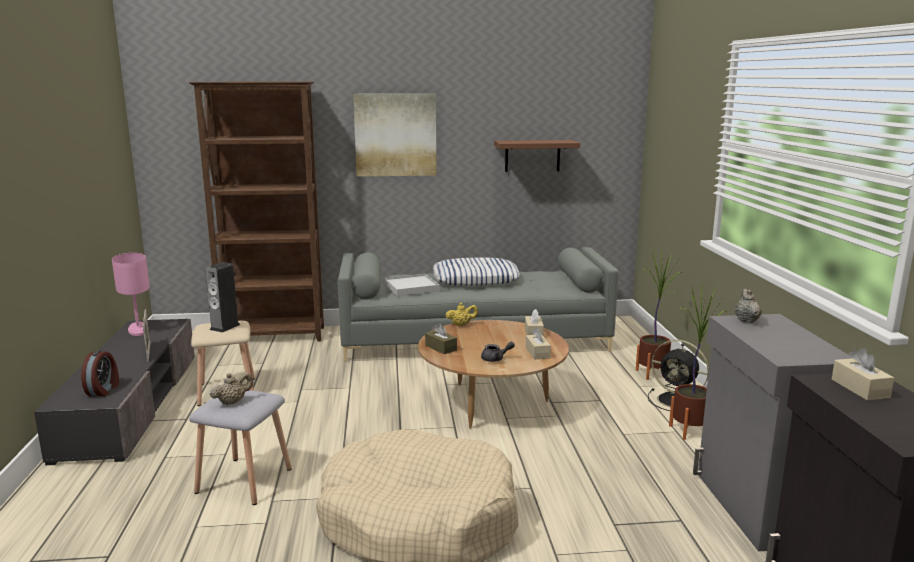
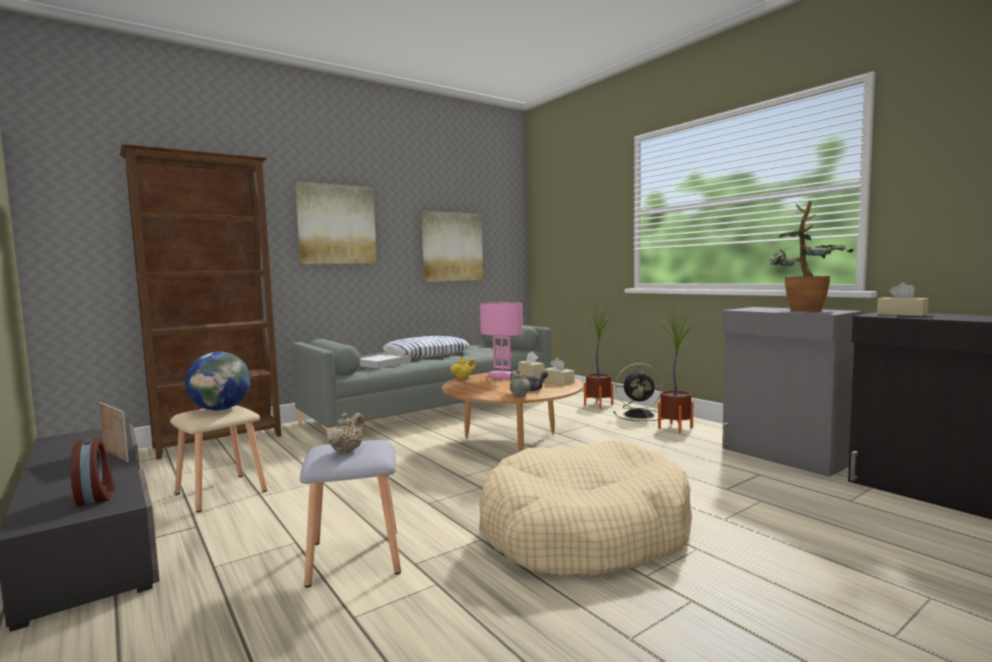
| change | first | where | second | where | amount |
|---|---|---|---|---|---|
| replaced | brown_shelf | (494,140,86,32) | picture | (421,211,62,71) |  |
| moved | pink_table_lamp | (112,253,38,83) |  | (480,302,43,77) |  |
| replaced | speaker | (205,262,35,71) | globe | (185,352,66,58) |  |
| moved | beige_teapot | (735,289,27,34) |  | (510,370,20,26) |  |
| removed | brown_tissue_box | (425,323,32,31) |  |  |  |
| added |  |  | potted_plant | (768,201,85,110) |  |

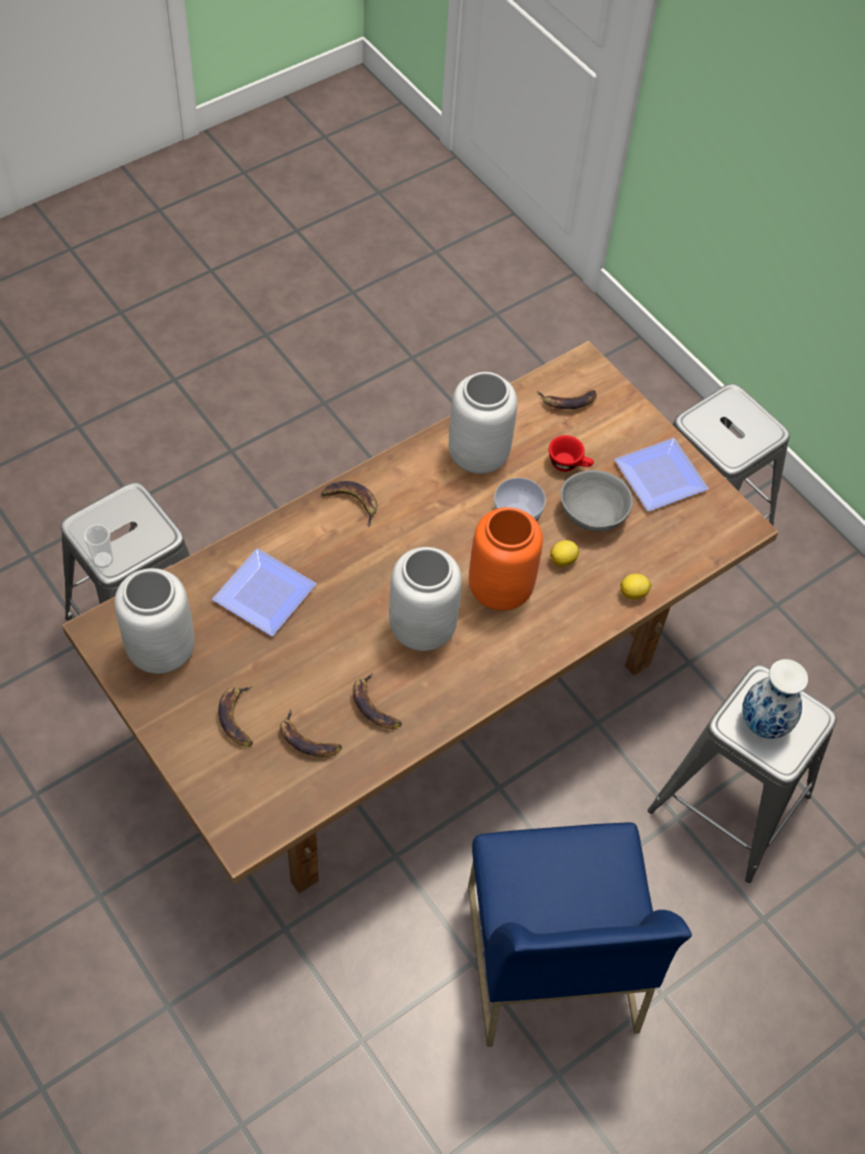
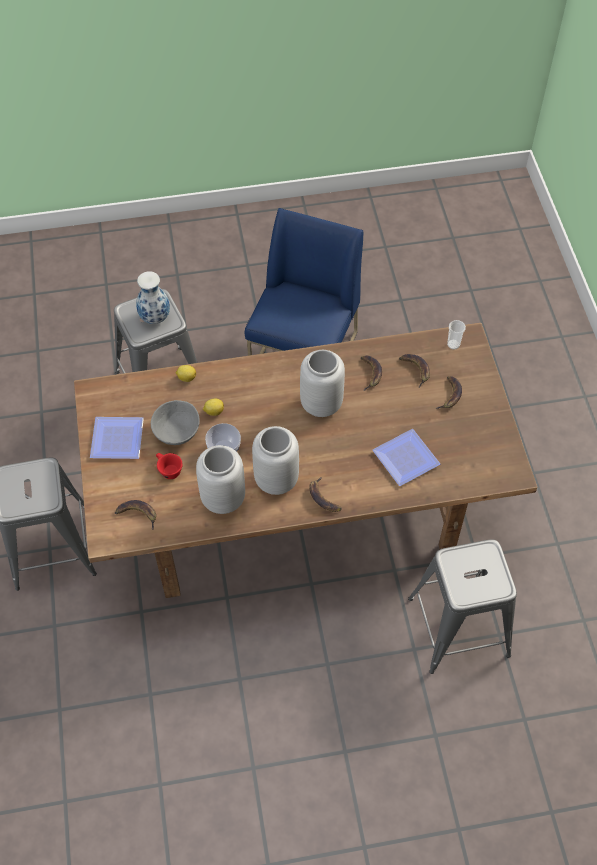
| change | first | where | second | where | amount |
|---|---|---|---|---|---|
| removed | orange_vase | (469,507,74,104) |  |  |  |
| moved | cup | (83,524,30,44) |  | (447,320,19,30) |  |
| moved | grey_vase | (114,568,80,106) |  | (252,426,47,69) |  |

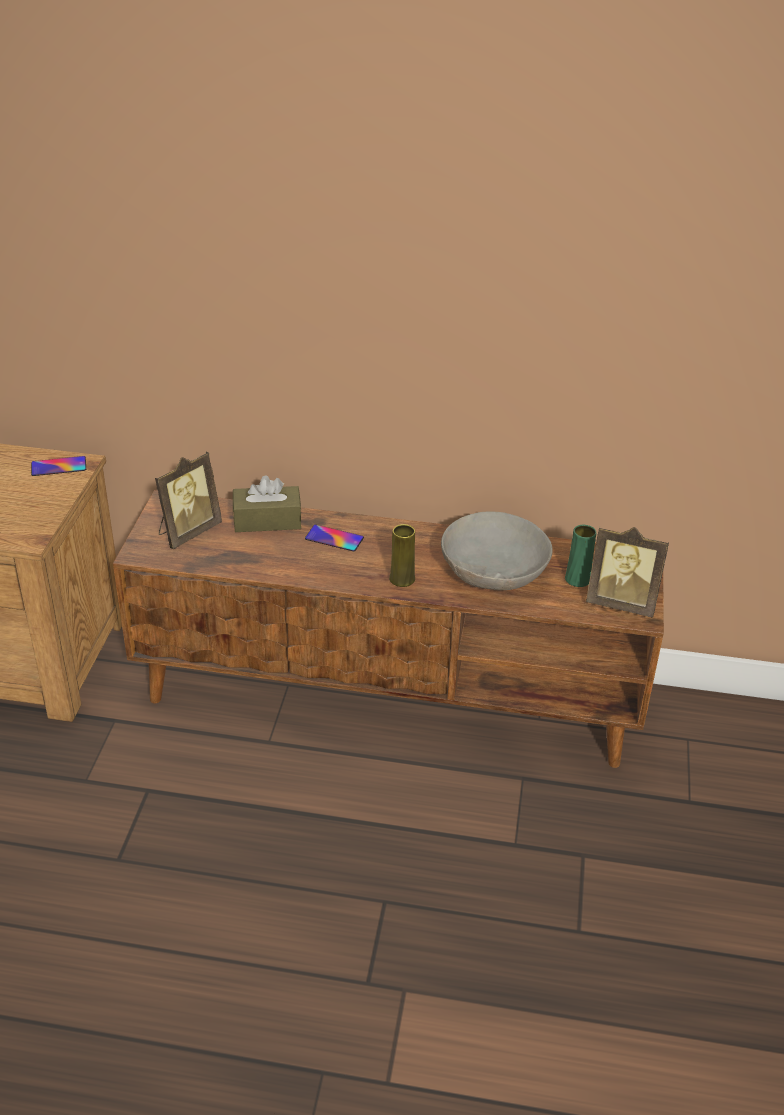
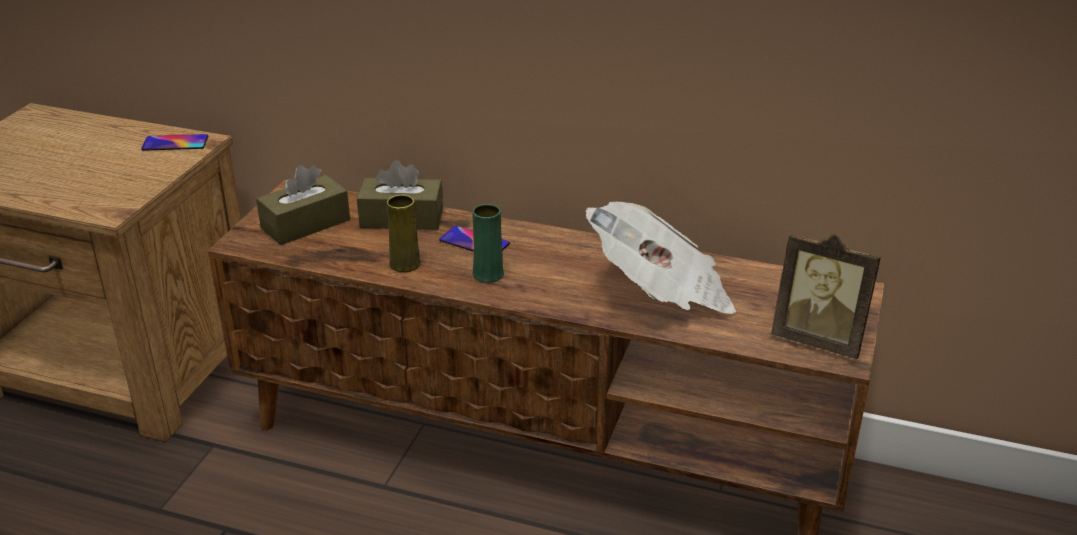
| change | first | where | second | where | amount |
|---|---|---|---|---|---|
| replaced | picture_frame | (155,452,67,97) | brown_tissue_box | (256,165,94,80) |  |
| replaced | grey_bowl | (441,511,112,79) | newspaper | (586,202,150,112) |  |
| moved | yellow_vase | (389,524,26,63) |  | (387,195,34,77) |  |
| moved | green_vase | (565,525,31,62) |  | (472,204,32,79) |  |

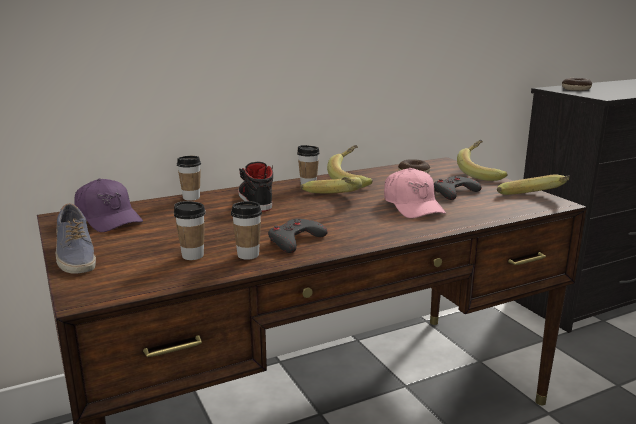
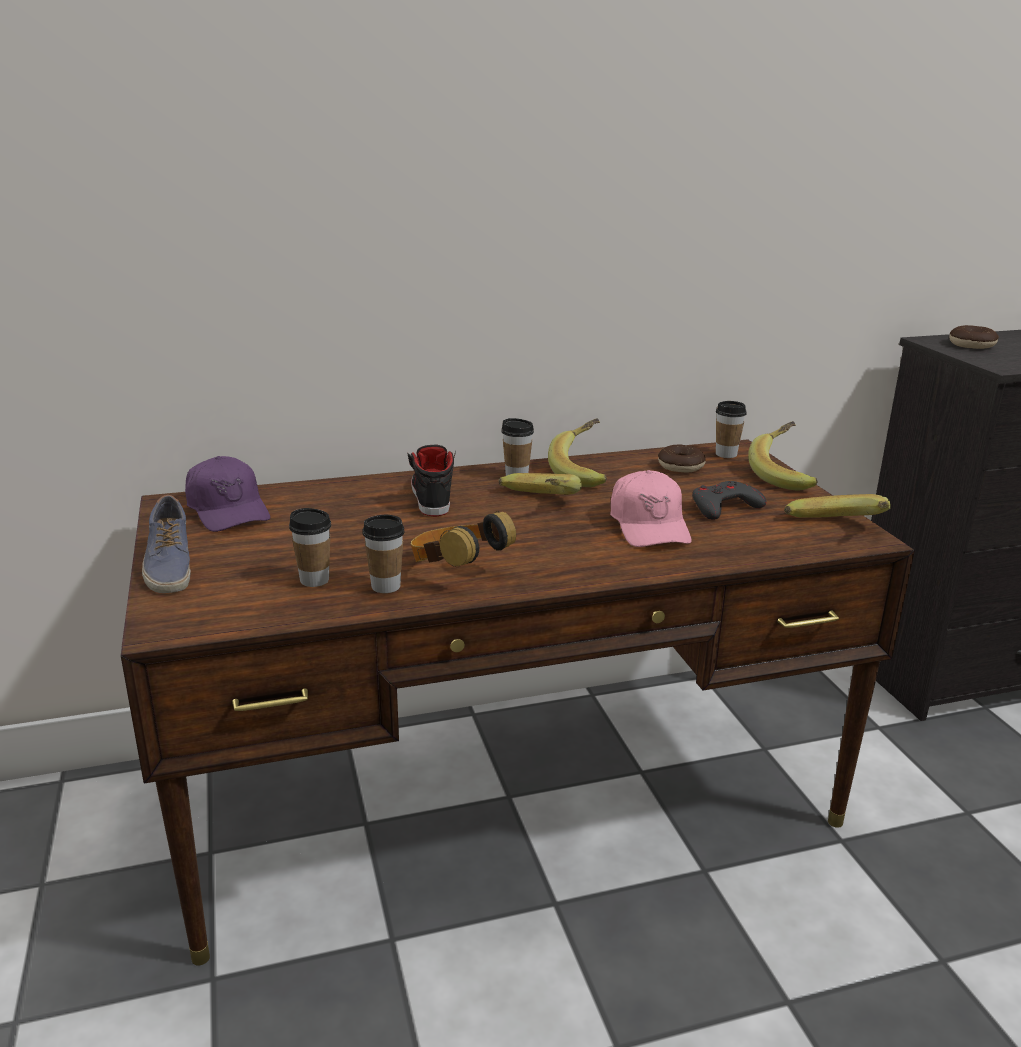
| change | first | where | second | where | amount |
|---|---|---|---|---|---|
| moved | cup | (177,156,24,45) |  | (716,401,31,57) |  |
| replaced | grey_game_controller | (268,219,60,34) | headphones | (411,511,105,56) |  |

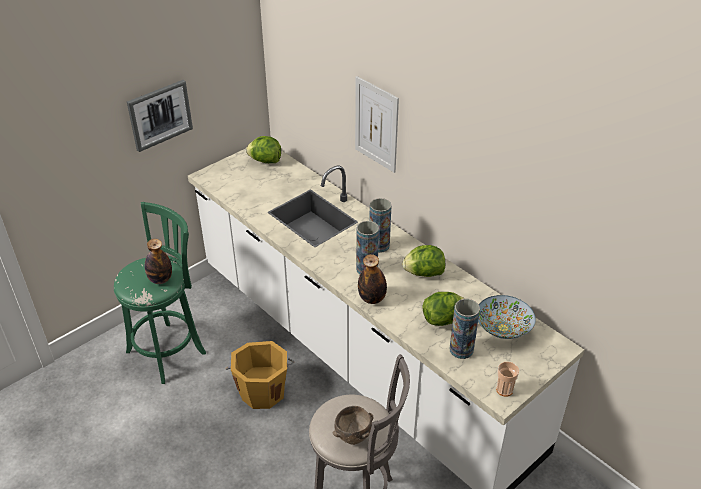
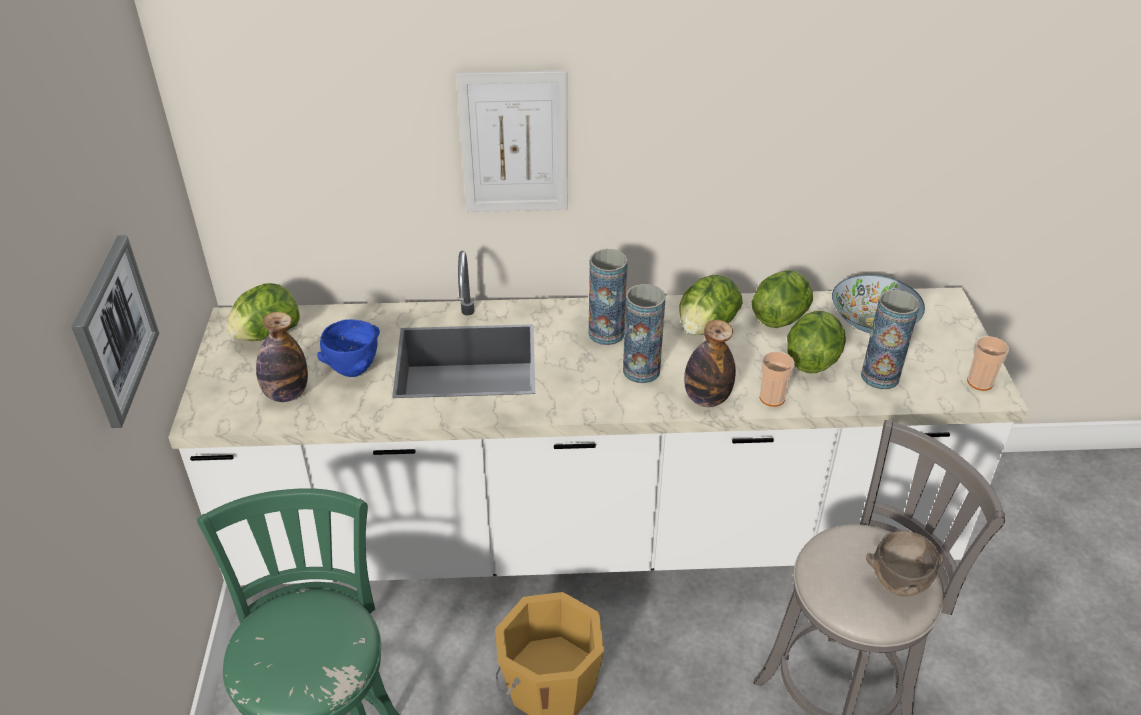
| change | first | where | second | where | amount |
|---|---|---|---|---|---|
| moved | bottle | (145,239,27,45) |  | (256,312,52,90) |  |
| added |  |  | lettuce | (752,270,61,58) |  |
| added |  |  | blue_bowl | (317,319,63,58) |  |
| added |  |  | cup | (760,351,35,56) |  |

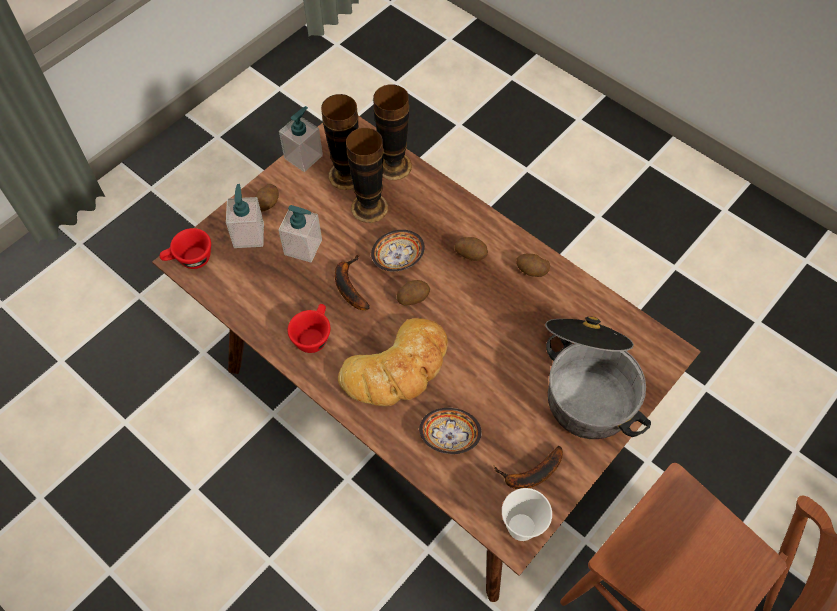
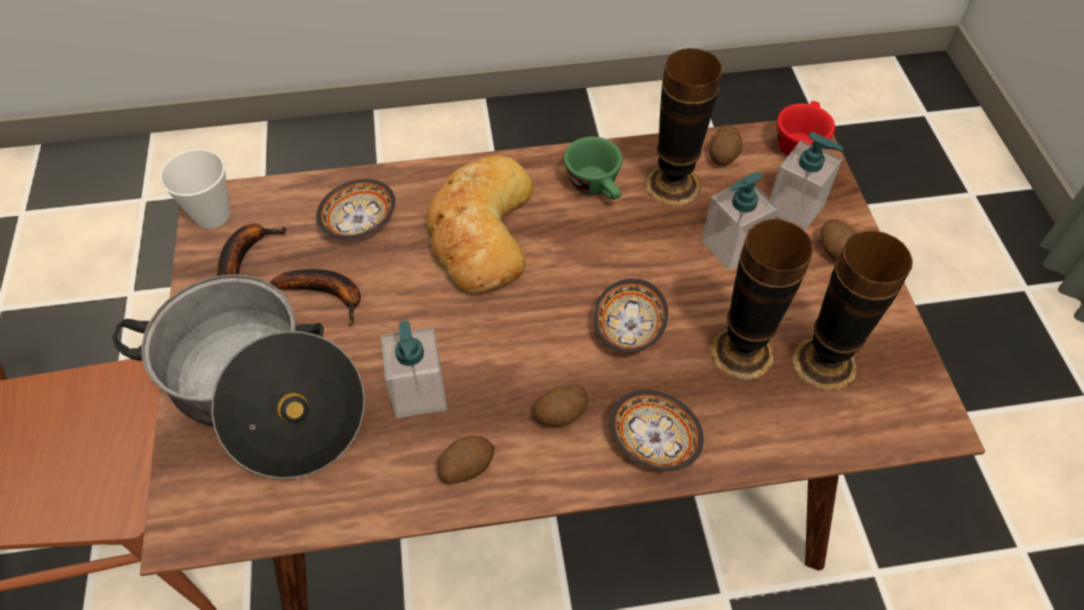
| change | first | where | second | where | amount |
|---|---|---|---|---|---|
| moved | vase | (373,84,39,96) |  | (645,48,78,158) |  |
| moved | soap_dispenser | (279,106,44,66) |  | (381,321,66,97) |  |
| moved | banana | (334,255,36,55) |  | (270,269,91,57) |  |
| moved | potato | (397,280,33,25) |  | (709,125,34,40) |  |
| recoloured | red_cup | (288,304,43,49) | green_cup | (564,137,59,63) |  |
| added |  |  | bowl | (610,390,94,81) |  |

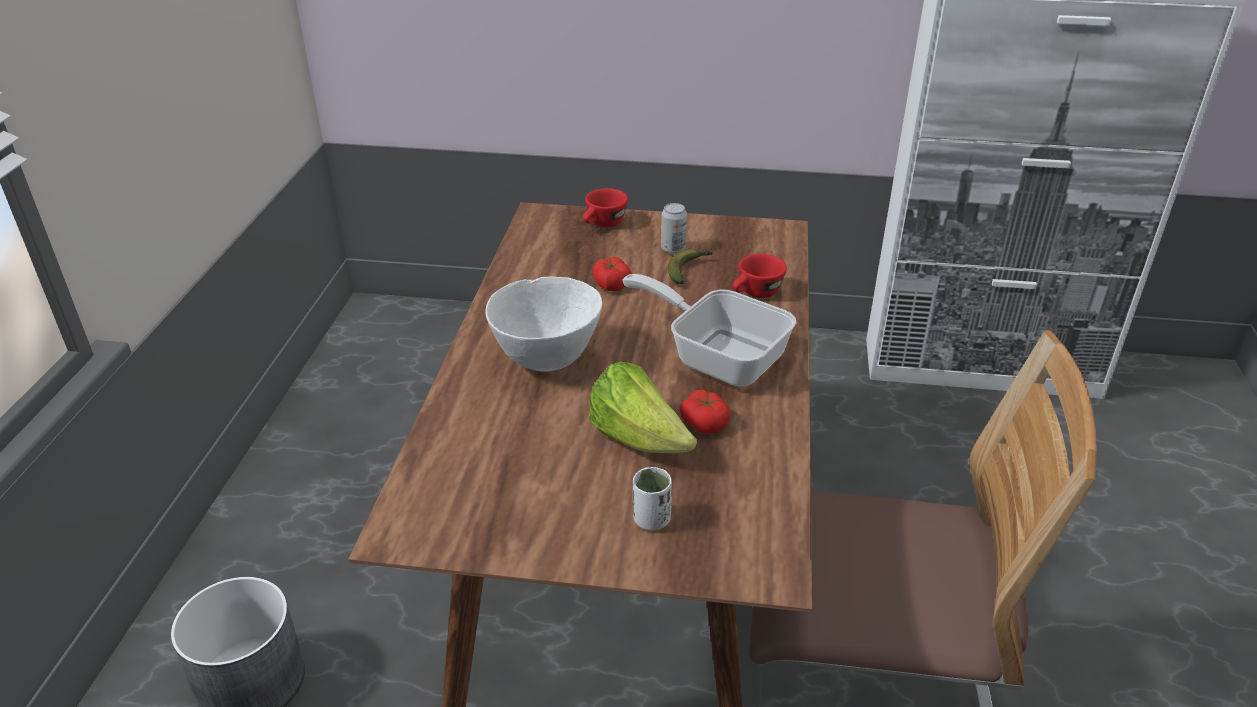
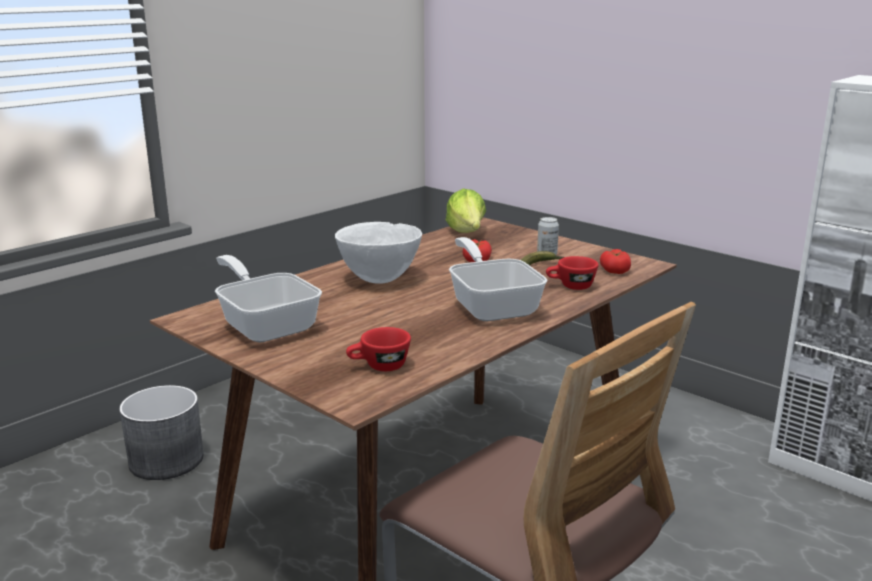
| change | first | where | second | where | amount |
|---|---|---|---|---|---|
| moved | red_cup | (583,188,45,39) |  | (346,327,65,44) |  |
| moved | lettuce | (589,362,108,91) |  | (446,188,40,45) |  |
| moved | tomato | (680,390,50,44) |  | (600,249,31,25) |  |
| removed | white_cup | (633,467,39,63) |  |  |  |
| added |  |  | frying_pan | (215,255,107,88) |  |

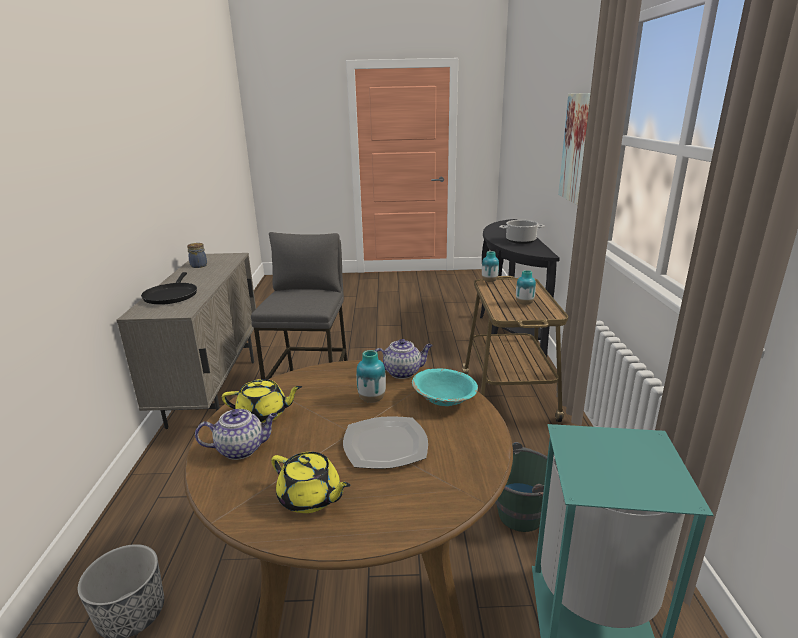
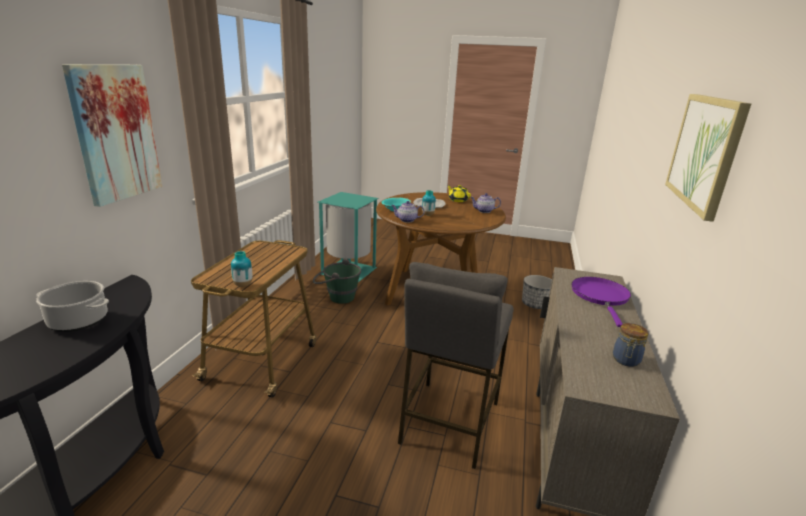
| change | first | where | second | where | amount |
|---|---|---|---|---|---|
| removed | vase | (516,270,20,35) |  |  |  |
| recoloured | black_frying_pan | (141,272,56,33) | purple_frying_pan | (572,277,59,50) |  |
| removed | yellow_teapot | (222,379,80,44) |  |  |  |
| added |  |  | picture | (665,94,86,128) |  |

